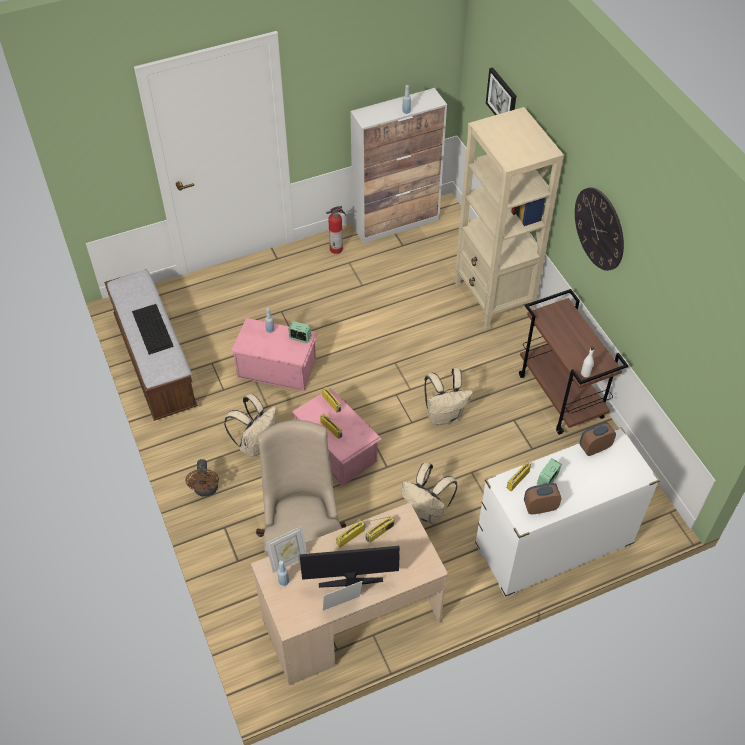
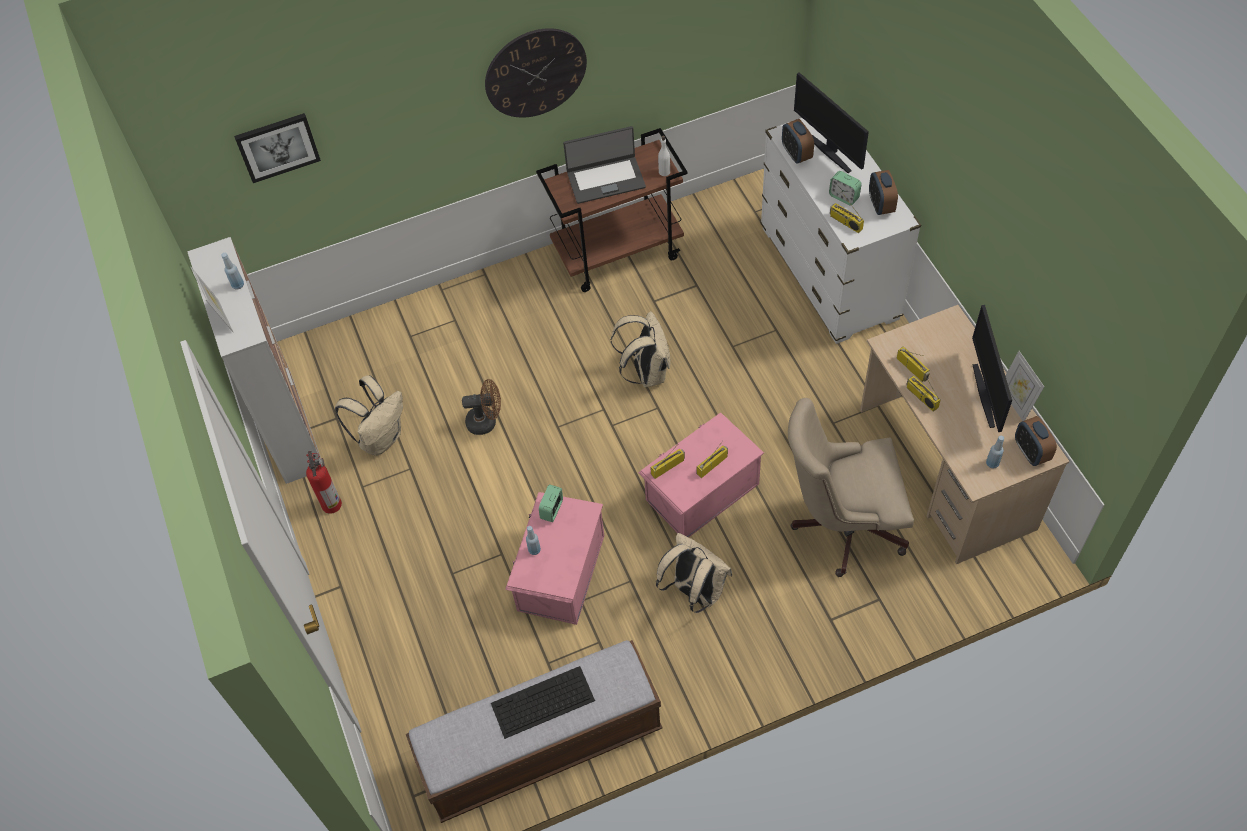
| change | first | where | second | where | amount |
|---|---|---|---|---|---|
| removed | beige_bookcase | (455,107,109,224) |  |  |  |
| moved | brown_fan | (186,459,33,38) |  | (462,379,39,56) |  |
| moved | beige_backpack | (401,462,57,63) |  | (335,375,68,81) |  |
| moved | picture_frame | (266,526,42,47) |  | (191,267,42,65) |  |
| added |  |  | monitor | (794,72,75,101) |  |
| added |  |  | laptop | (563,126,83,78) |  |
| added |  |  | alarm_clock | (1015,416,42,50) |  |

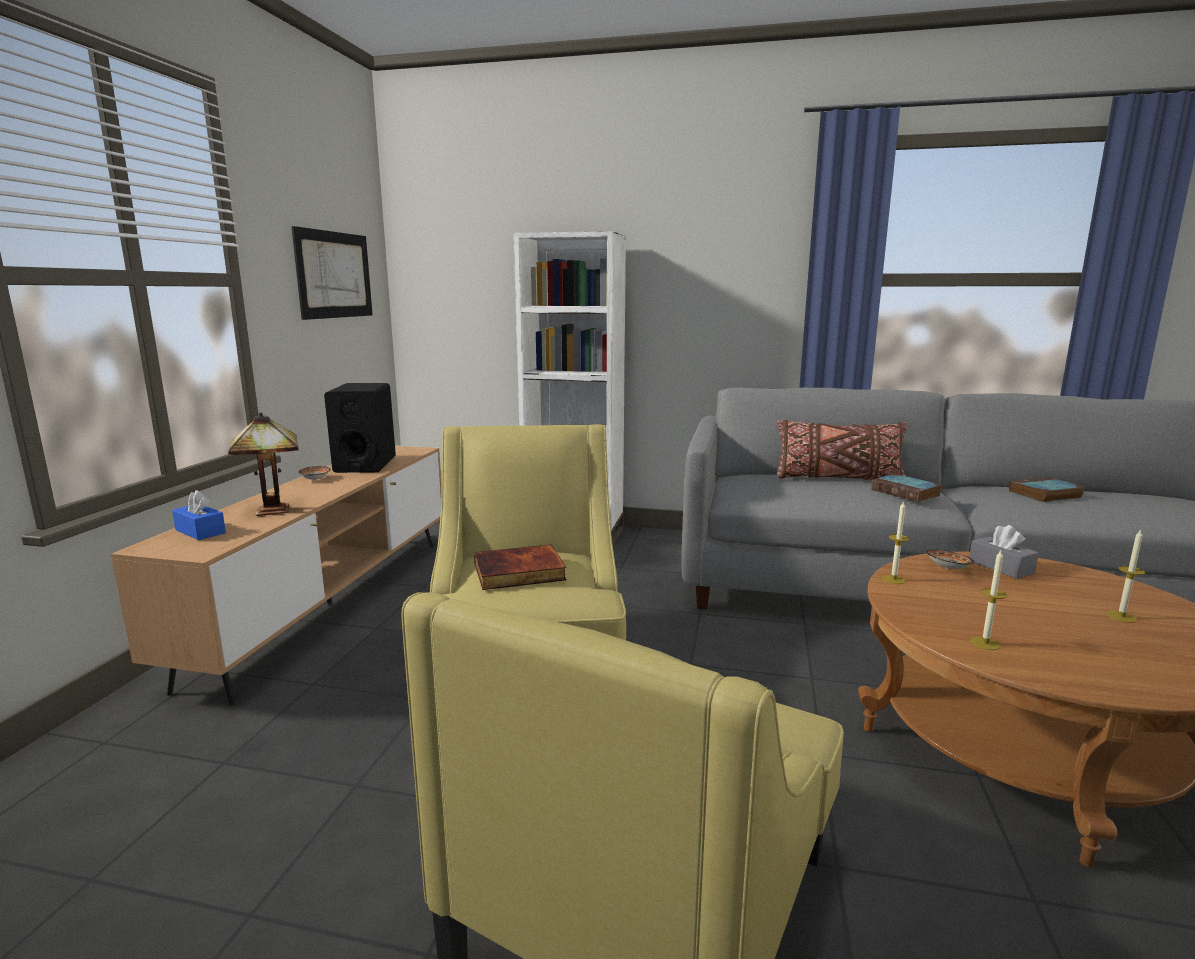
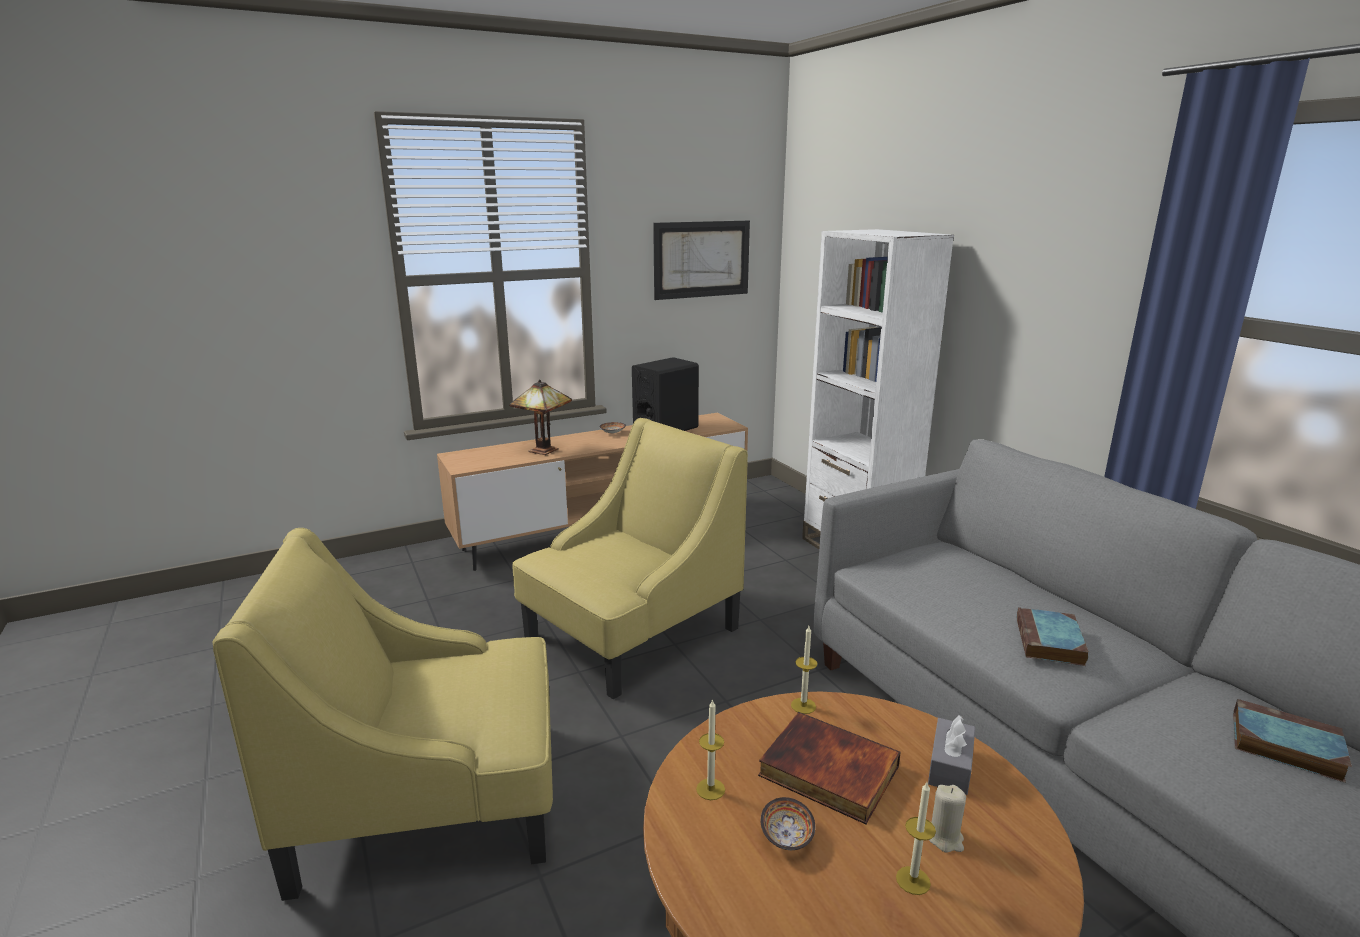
| change | first | where | second | where | amount |
|---|---|---|---|---|---|
| removed | brown_pillow | (776,420,132,60) |  |  |  |
| removed | blue_tissue_box | (172,490,54,50) |  |  |  |
| moved | book | (474,544,92,46) |  | (758,712,143,112) |  |
| moved | bowl | (926,550,49,19) |  | (760,797,55,53) |  |
| added |  |  | beige_candle | (929,785,37,68) |  |

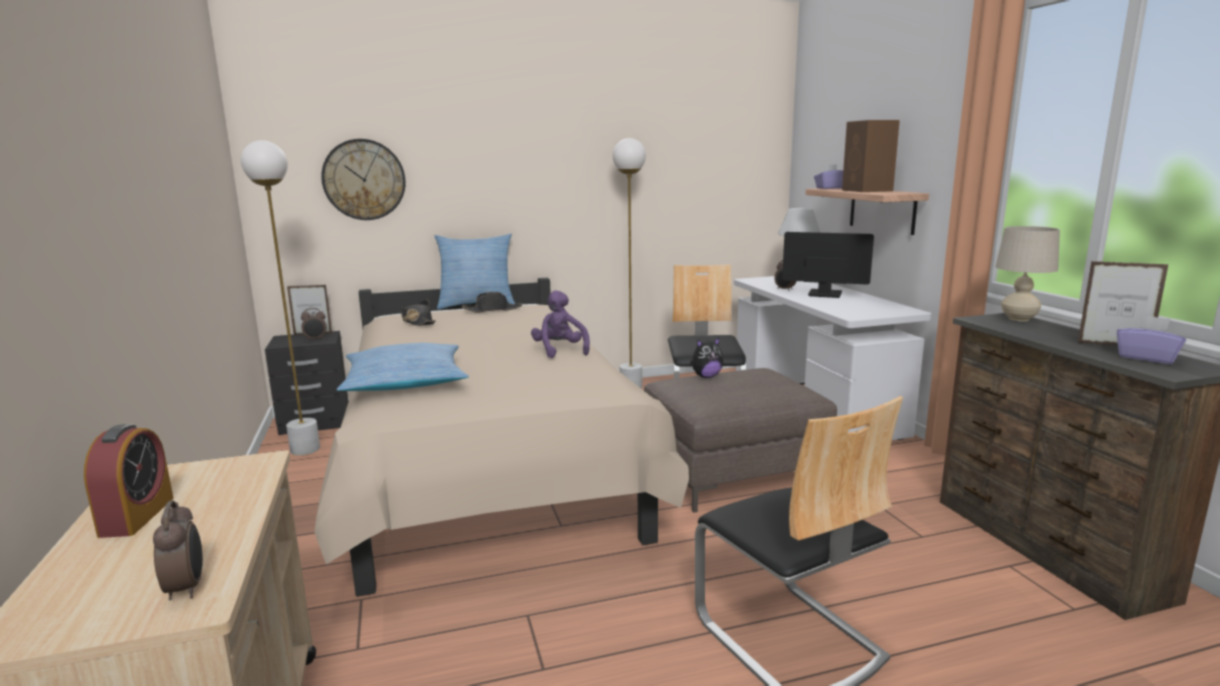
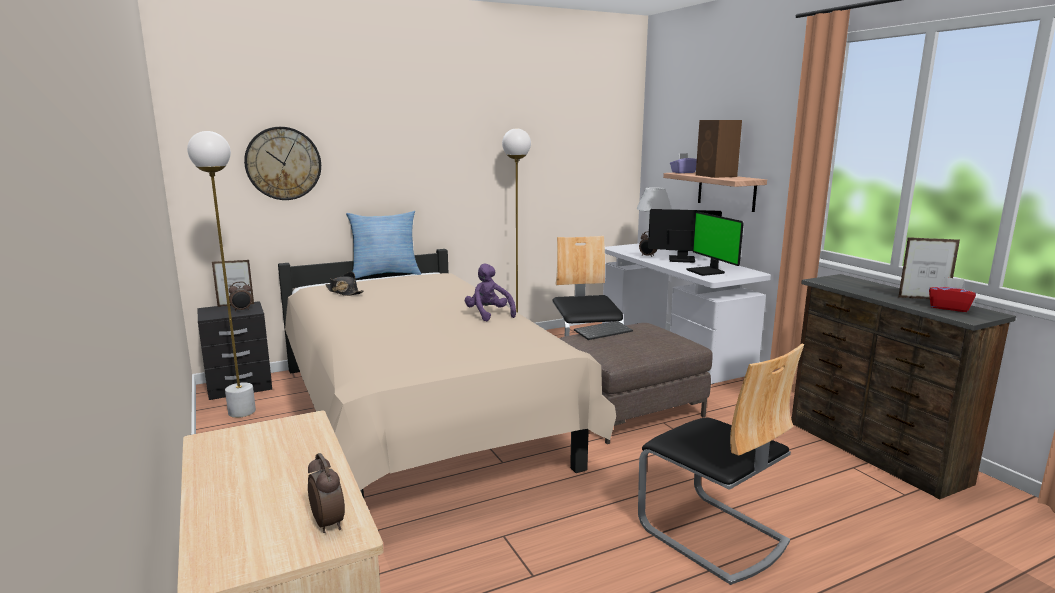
| change | first | where | second | where | amount |
|---|---|---|---|---|---|
| removed | beige_table_lamp | (995,226,65,95) |  |  |  |
| removed | black_hat | (462,292,60,21) |  |  |  |
| recoloured | purple_tissue_box | (1117,315,69,49) | red_tissue_box | (929,277,47,35) |  |
| replaced | plush_toy | (690,338,33,40) | keyboard | (574,321,59,19) |  |
| removed | pillow | (337,343,132,48) |  |  |  |
| removed | alarm_clock | (84,424,90,114) |  |  |  |
| added |  |  | monitor | (686,211,58,65) |  |

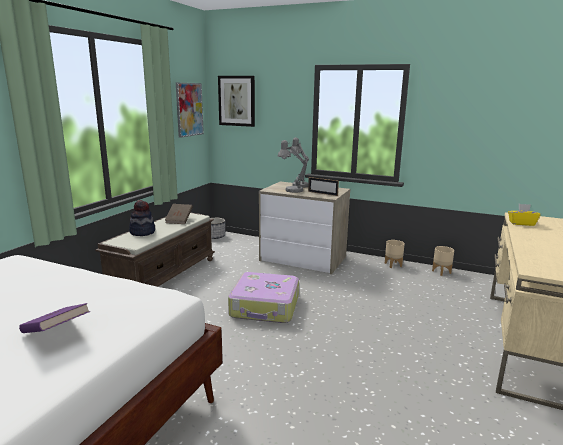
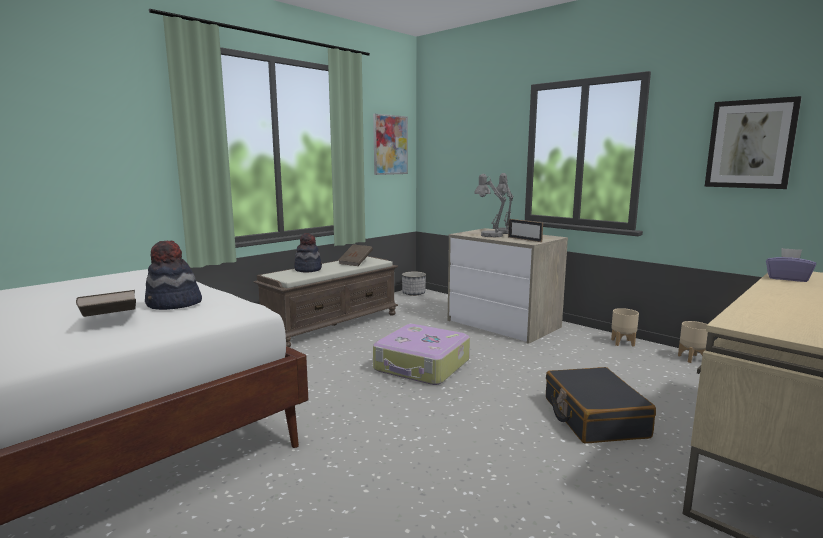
| change | first | where | second | where | amount |
|---|---|---|---|---|---|
| moved | picture | (218,76,37,51) |  | (705,96,96,93) |  |
| recoloured | yellow_tissue_box | (508,204,33,22) | purple_tissue_box | (766,248,50,34) |  |
| recoloured | purple_book | (19,303,71,30) | brown_book | (76,290,60,27) |  |
| added |  |  | hat | (145,241,57,69) |  |
| added |  |  | black_suitcase | (546,367,110,76) |  |

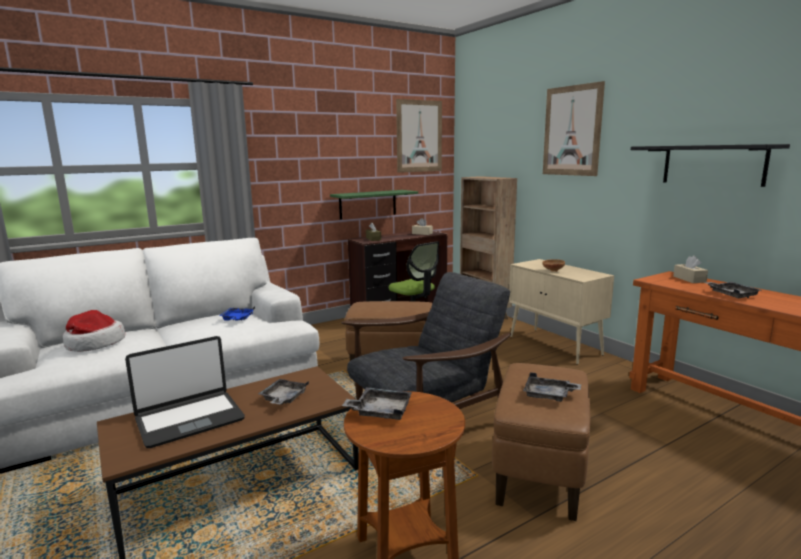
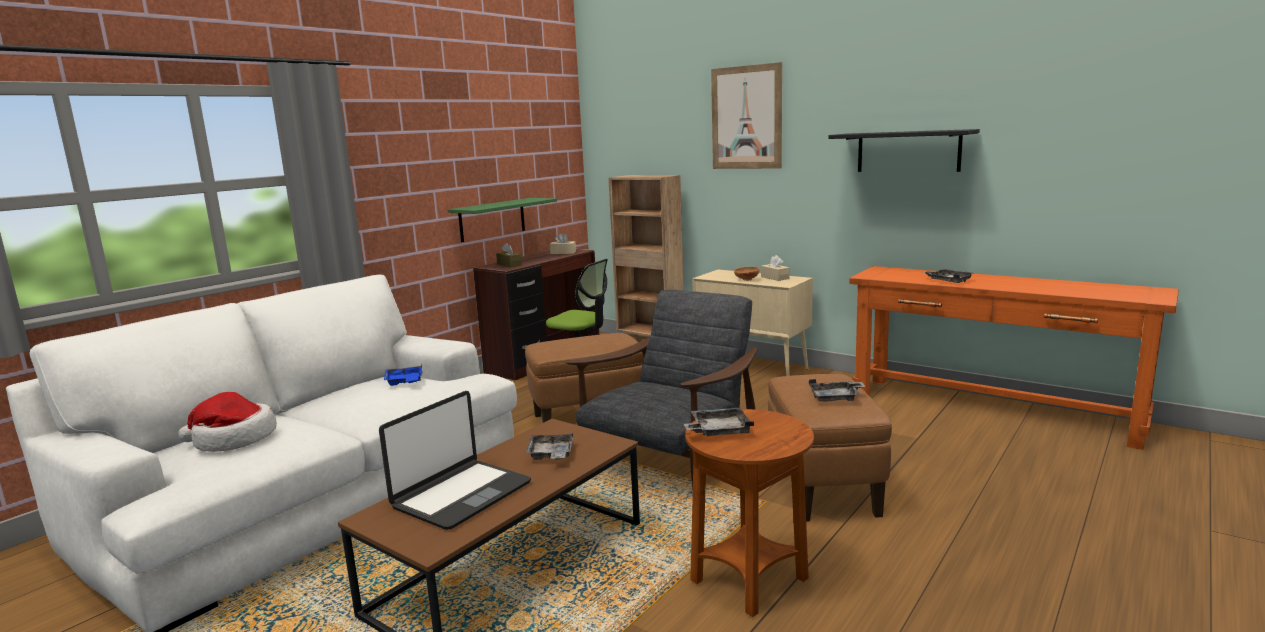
| change | first | where | second | where | amount |
|---|---|---|---|---|---|
| removed | picture | (396,99,46,74) |  |  |  |
| moved | beige_tissue_box | (673,255,35,28) |  | (761,255,28,26) |  |

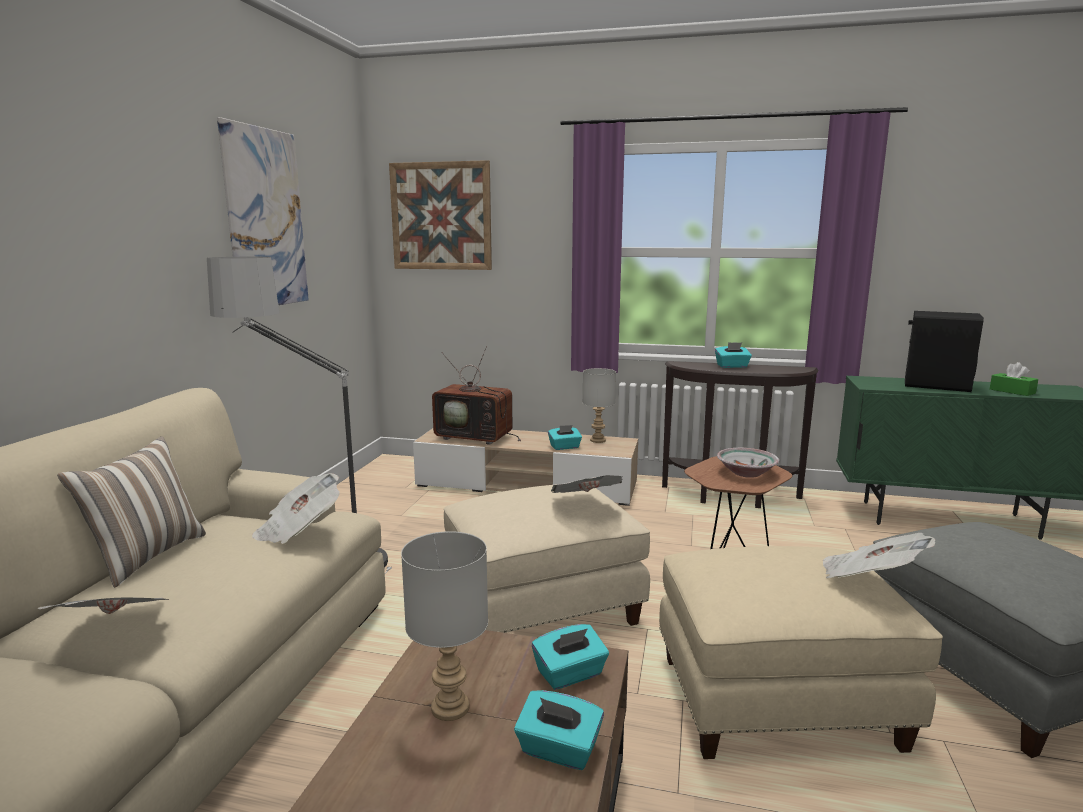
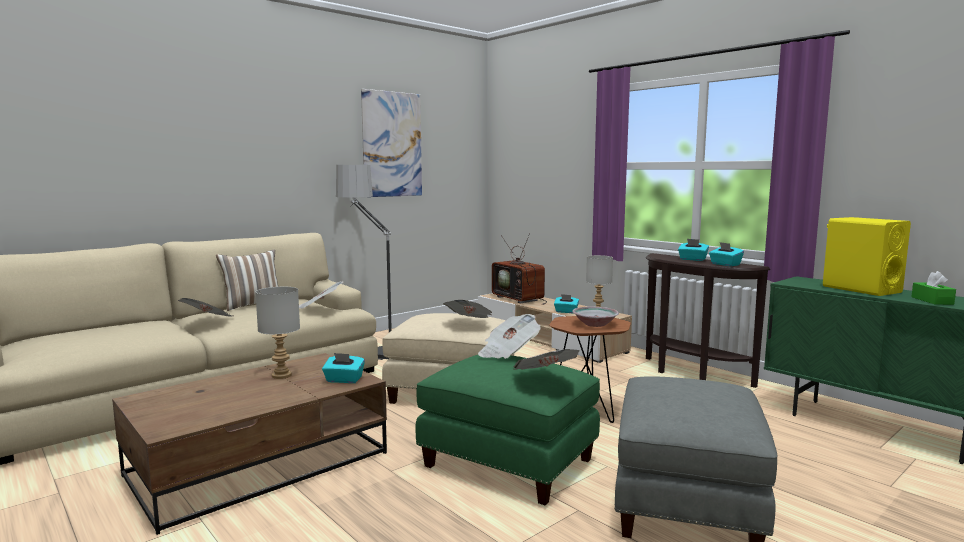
| change | first | where | second | where | amount |
|---|---|---|---|---|---|
| removed | picture | (389,160,103,110) |  |  |  |
| recoloured | black_speaker | (905,311,79,81) | yellow_speaker | (823,217,88,79) |  |
| recoloured | beige_ottoman | (659,546,284,213) | green_ottoman | (416,355,184,151) |  |
| moved | turquoise_tissue_box | (514,690,90,80) |  | (709,242,35,24) |  |
| added |  |  | newspaper | (478,314,62,45) |  |

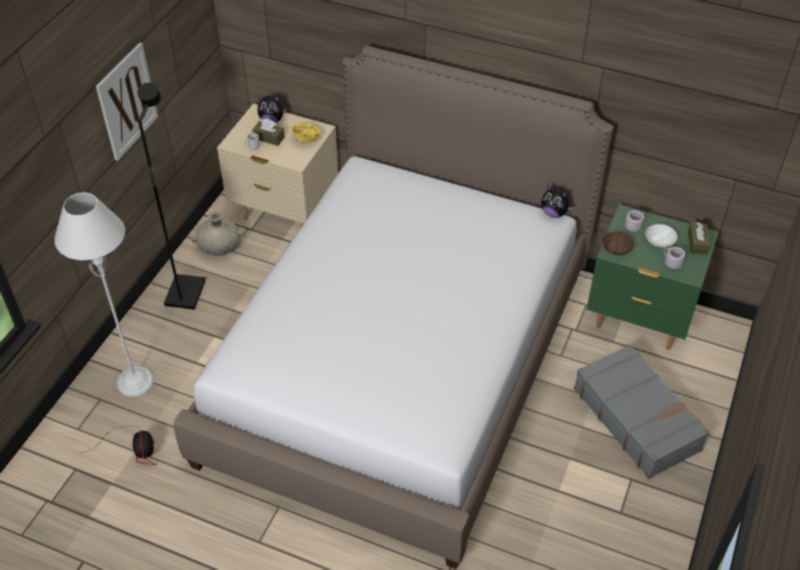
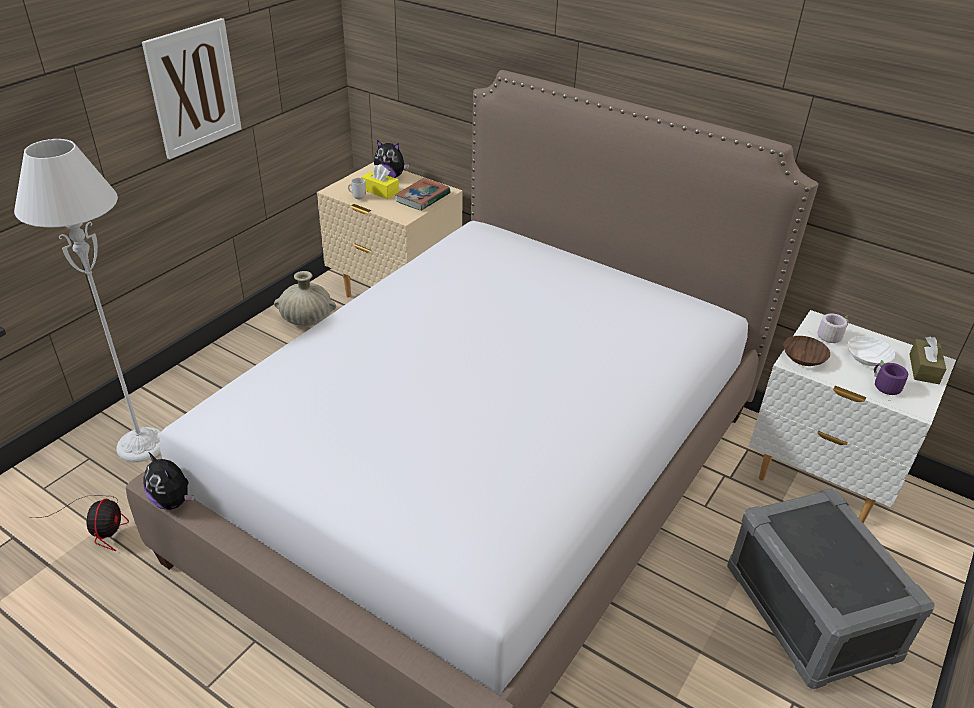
| change | first | where | second | where | amount |
|---|---|---|---|---|---|
| removed | black_floor_lamp | (137,83,69,227) |  |  |  |
| recoloured | brown_tissue_box | (252,119,33,27) | yellow_tissue_box | (361,164,38,35) |  |
| replaced | yellow_bowl | (291,123,29,20) | book | (395,178,55,33) |  |
| moved | plush_toy | (541,185,33,33) |  | (143,452,51,58) |  |
| recoloured | green_nightstand | (587,204,132,146) | white_nightstand | (749,310,207,213) |  |
| recoloured | grey_mug | (664,246,21,23) | purple_mug | (874,360,34,35) |  |
| replaced | grey_suitcase | (574,345,136,134) | grey_storage_box | (727,488,208,201) |  |

